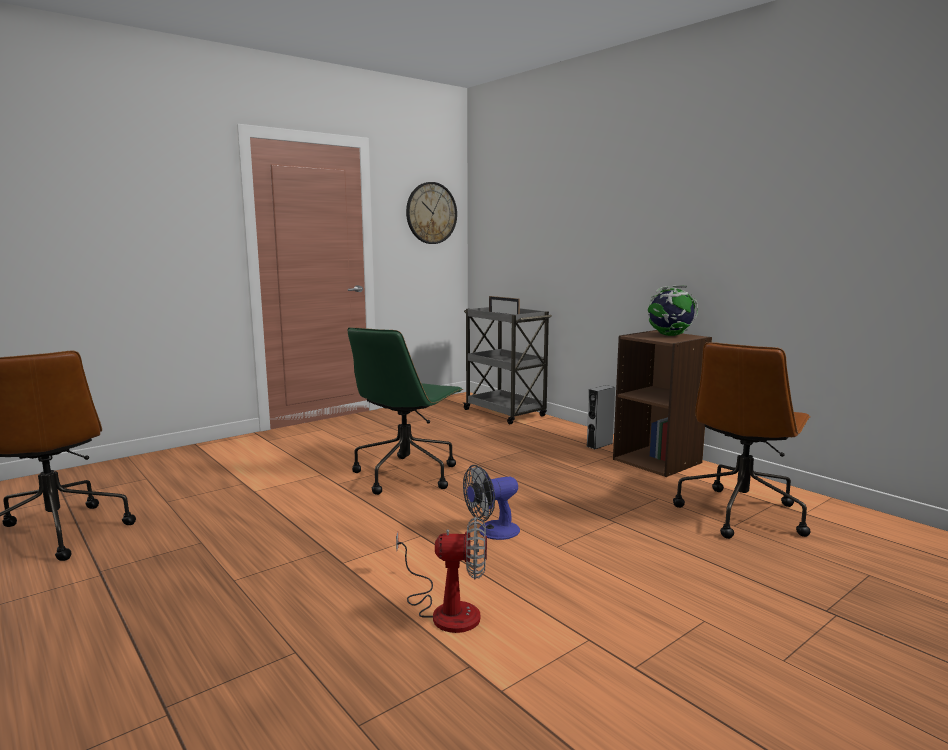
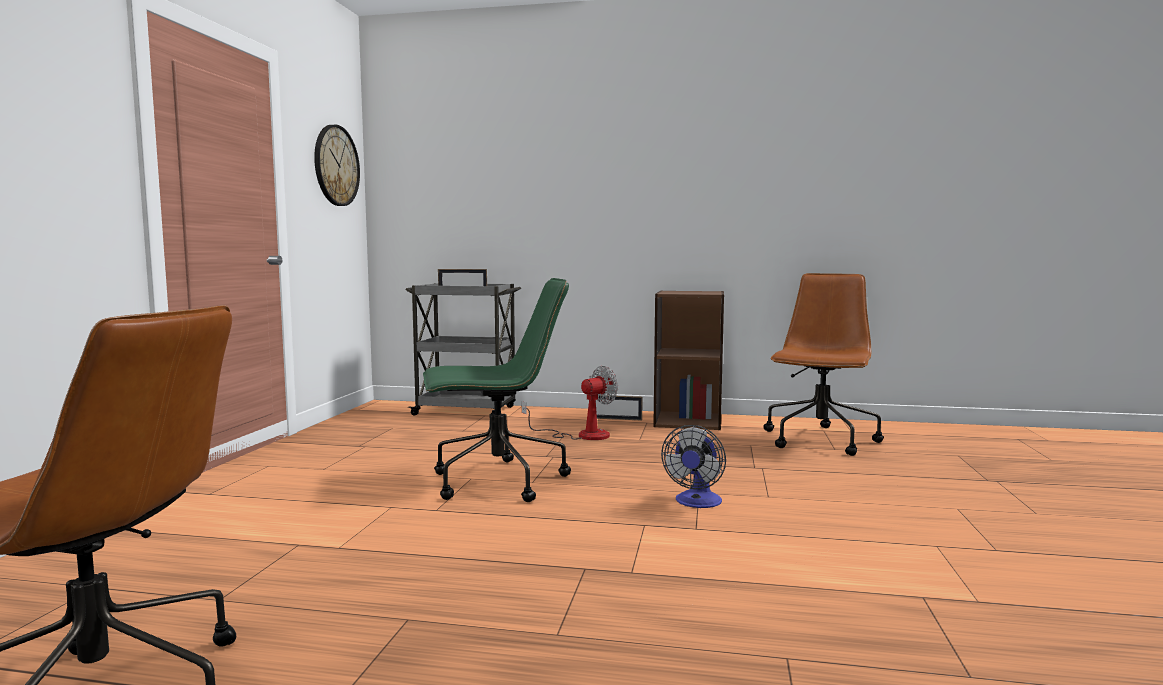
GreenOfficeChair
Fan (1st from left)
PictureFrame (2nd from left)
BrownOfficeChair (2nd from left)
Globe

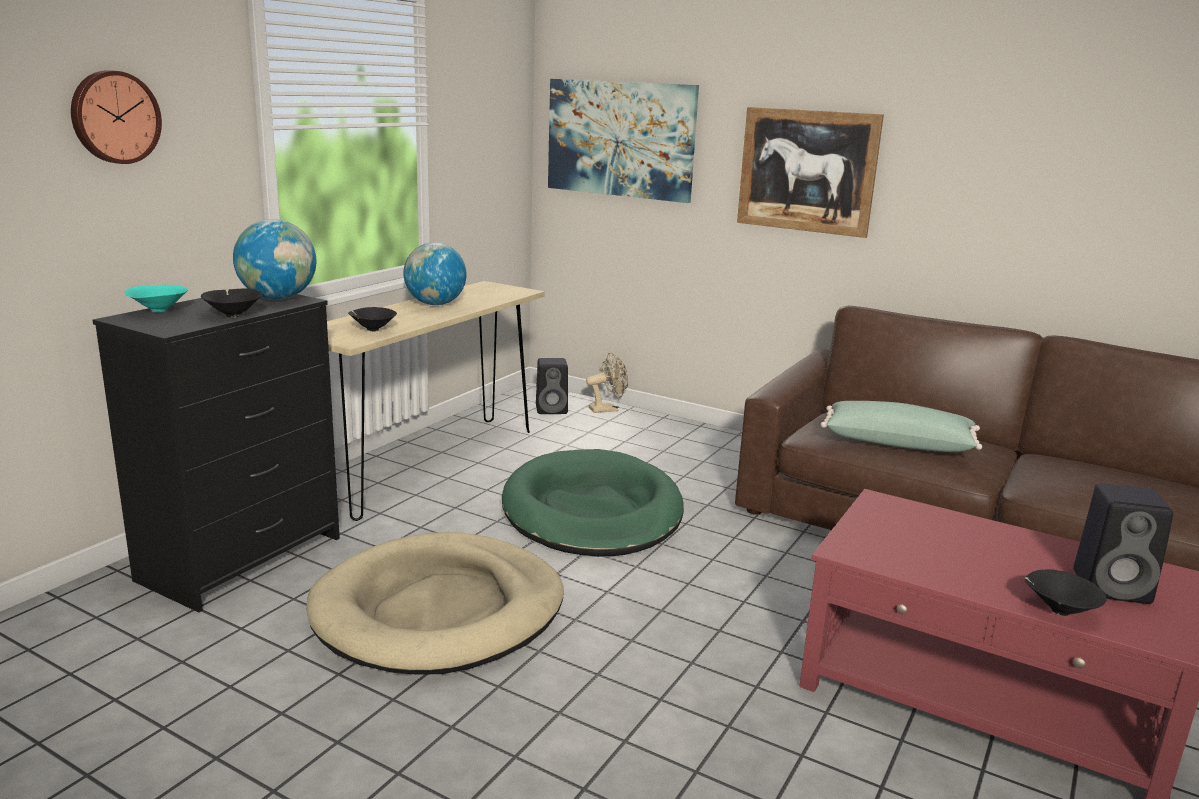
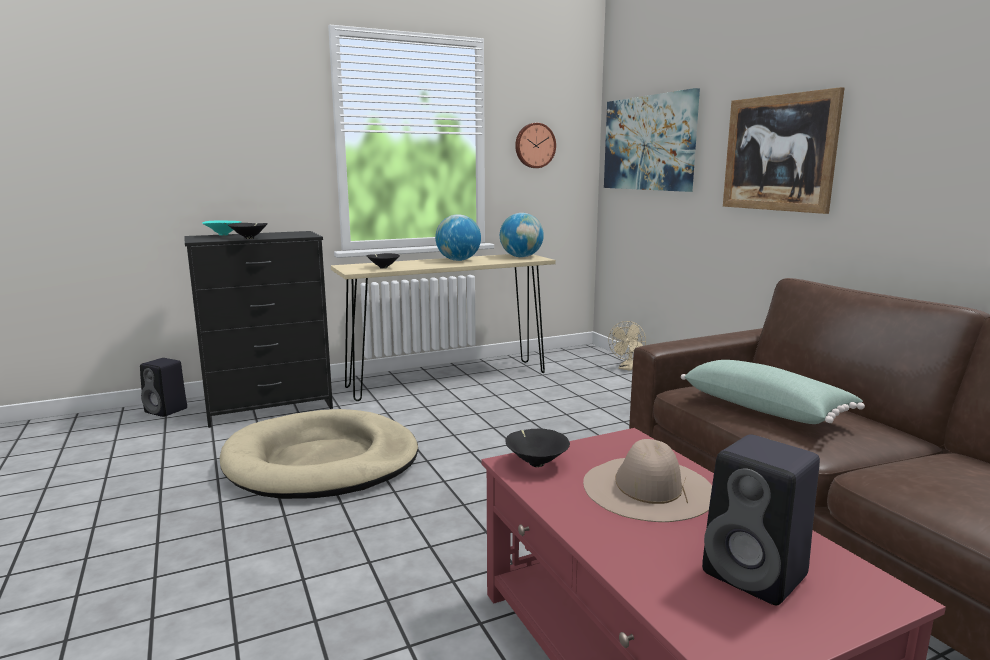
BlackSpeaker (1st from left)
Globe (2nd from left)
BlackBowl (3rd from left)
WallClock
BeigeHat
BeigeFan
GreenDogBed

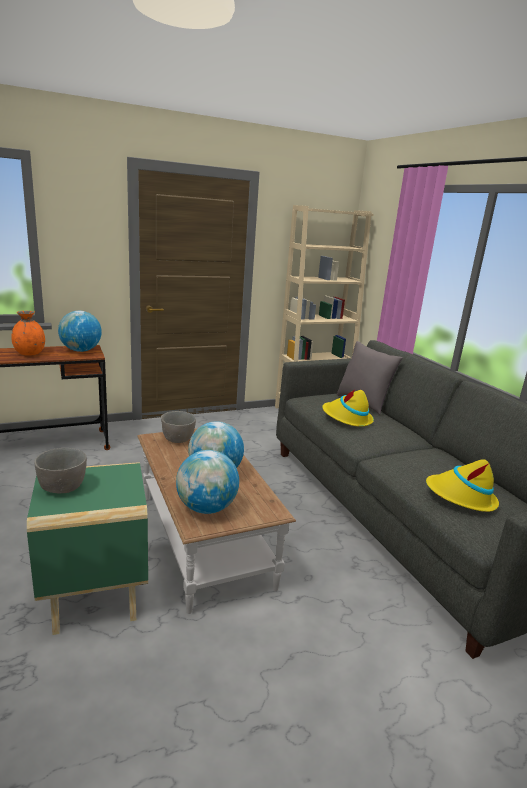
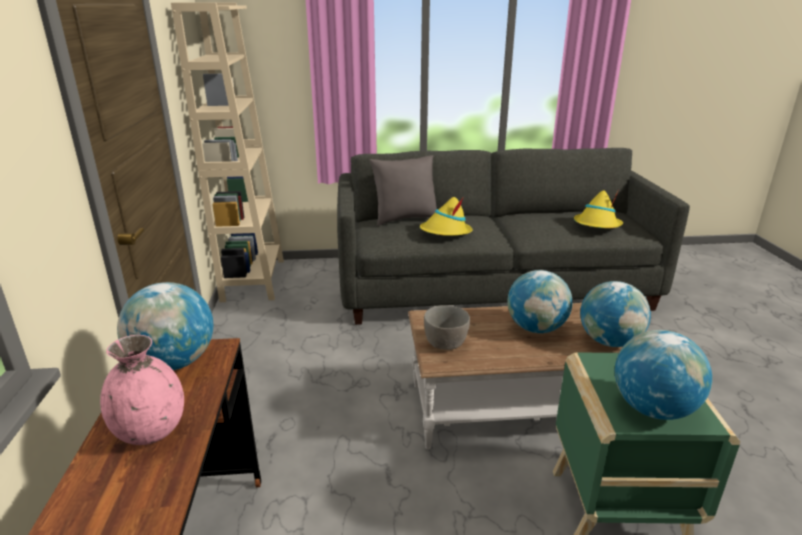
PinkVase
Globe (4th from left)

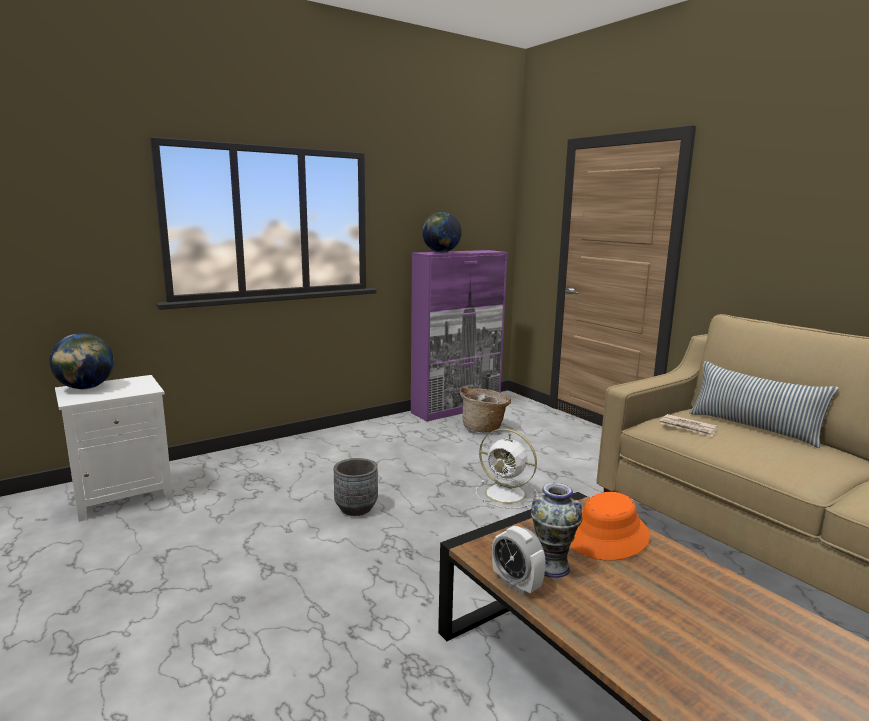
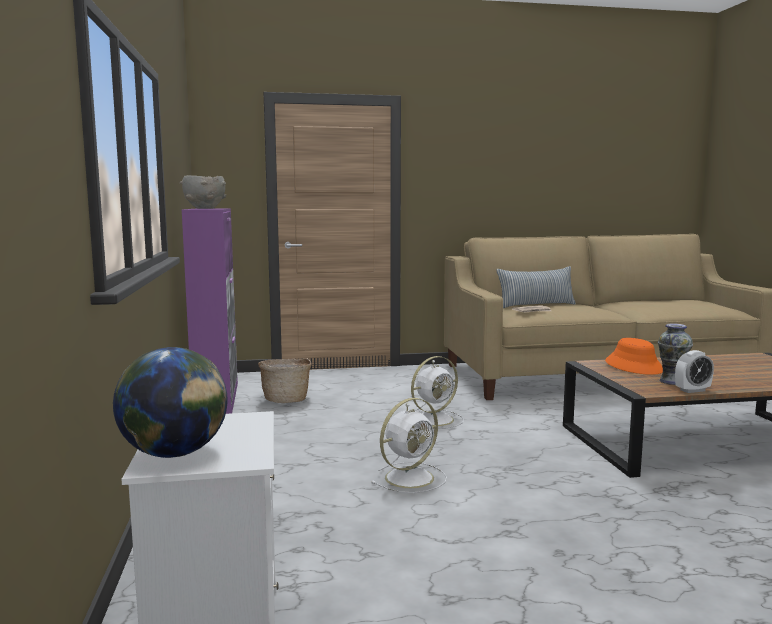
GreyBowl
WhiteFan (1st from left)

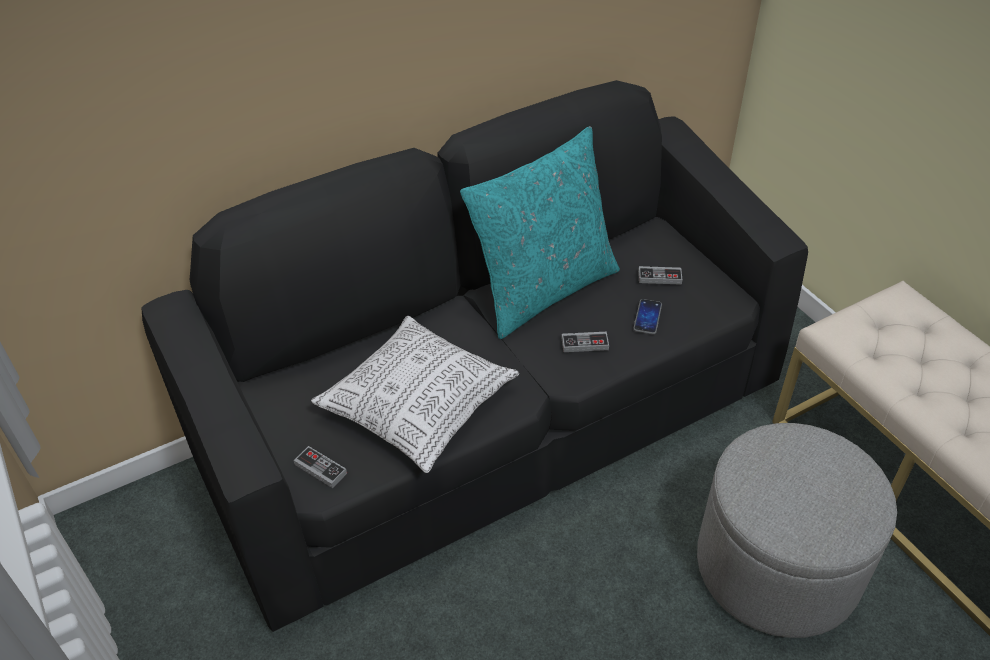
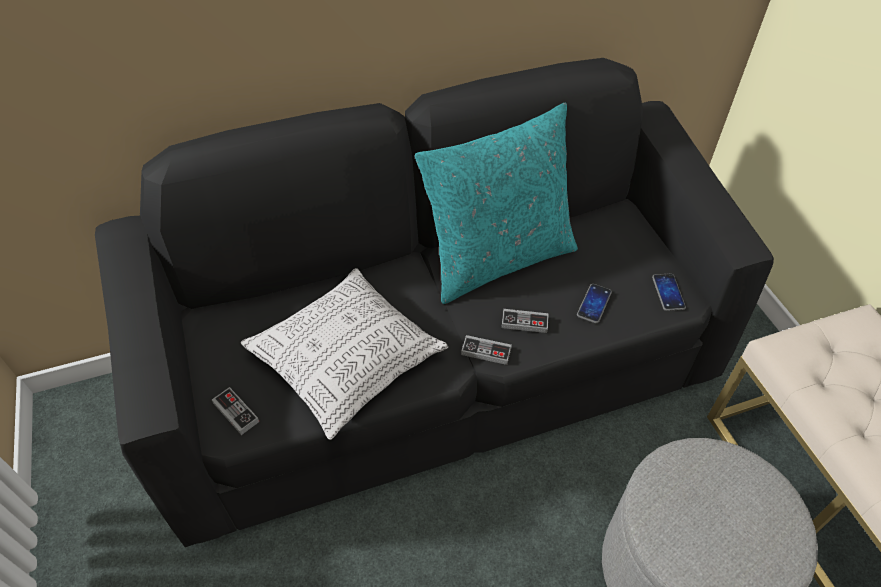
GameController (2nd from left)
Phone (2nd from left)

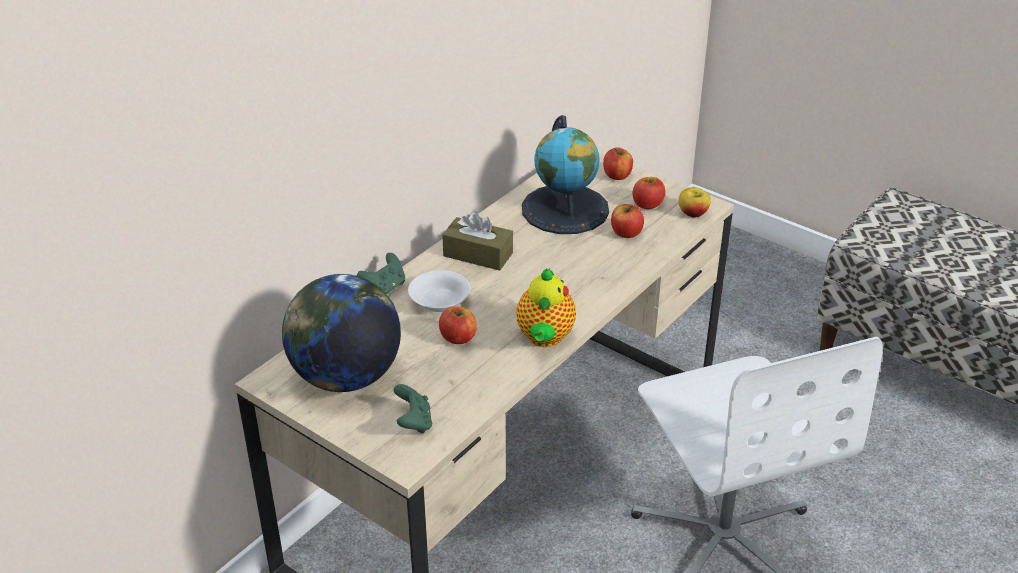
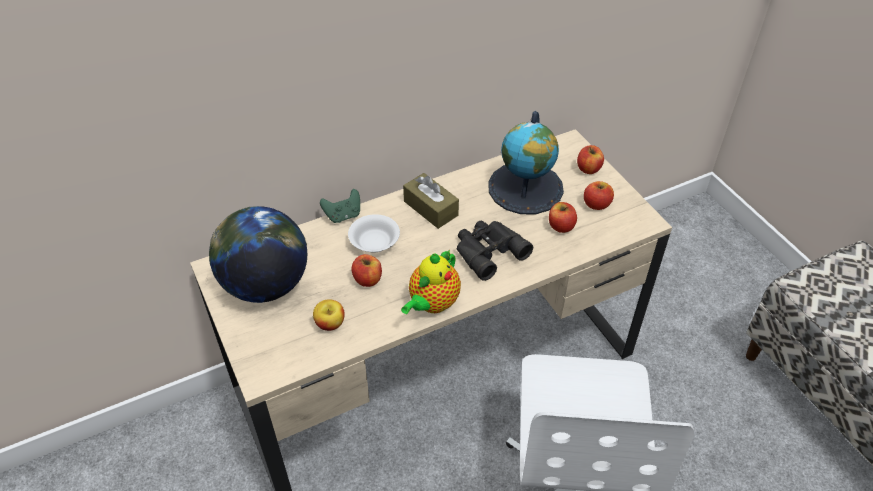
Apple (1st from left)
BlackBinoculars
GreenGameController (2nd from left in the first image)

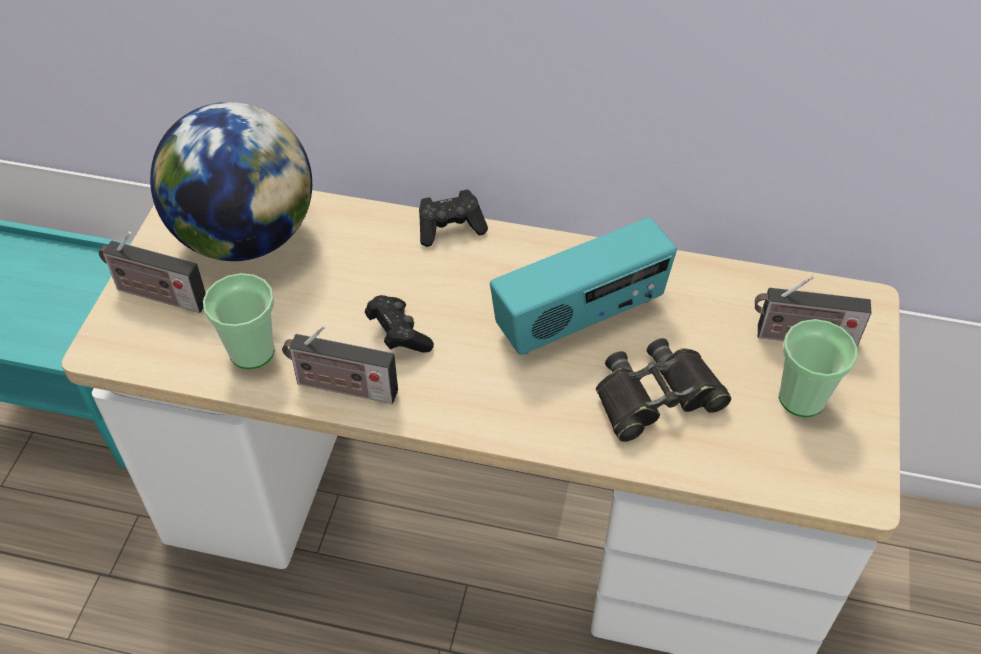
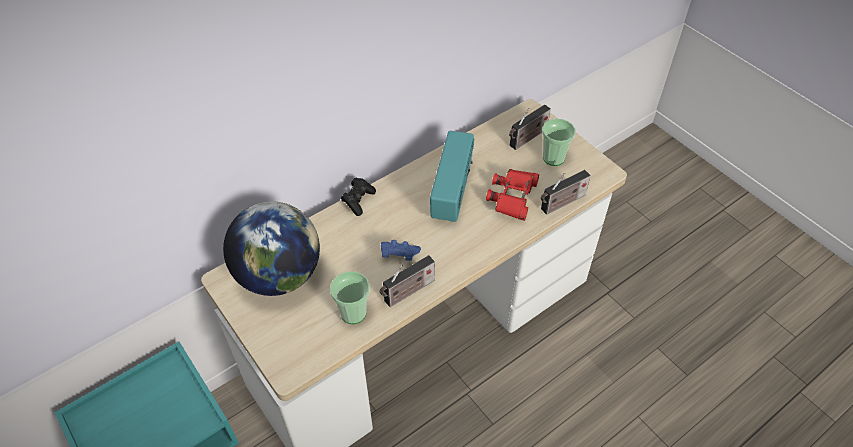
BlueGameController
RedBinoculars
Radio (4th from left)

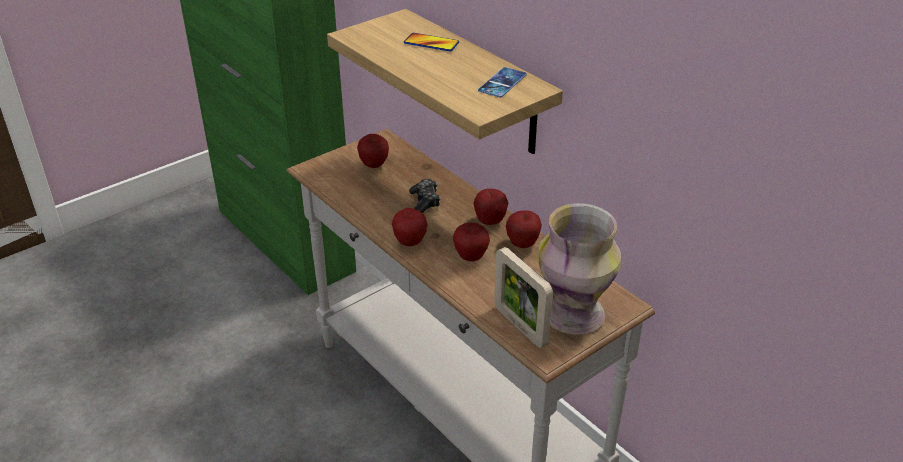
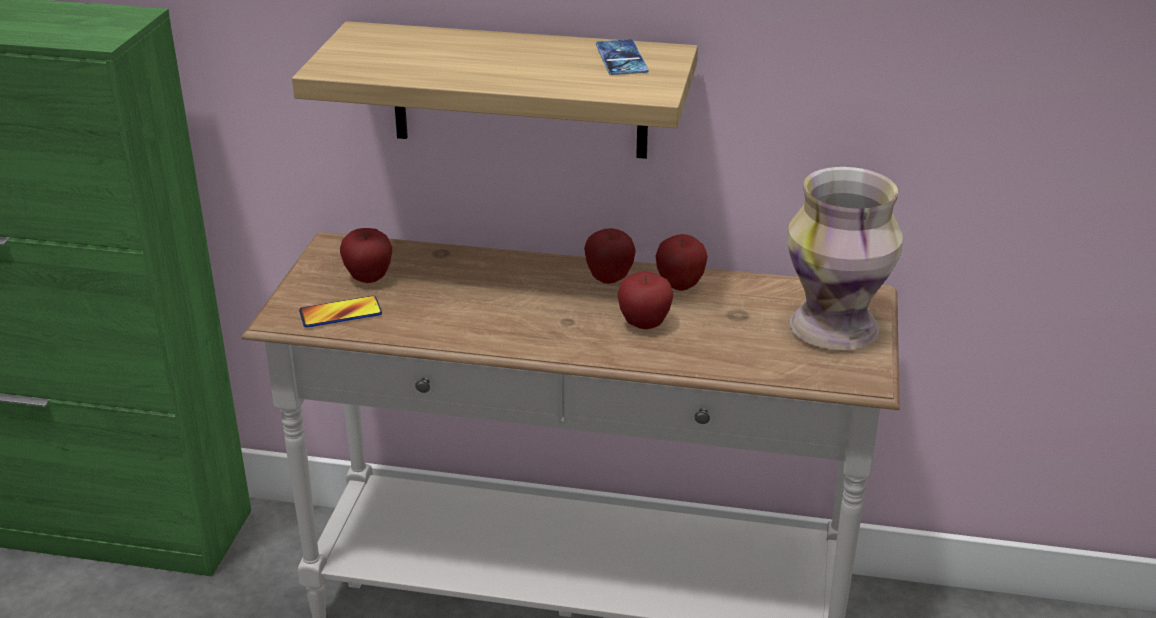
Phone (1st from left)
Apple (2nd from left in the first image)
GameController
PictureFrame

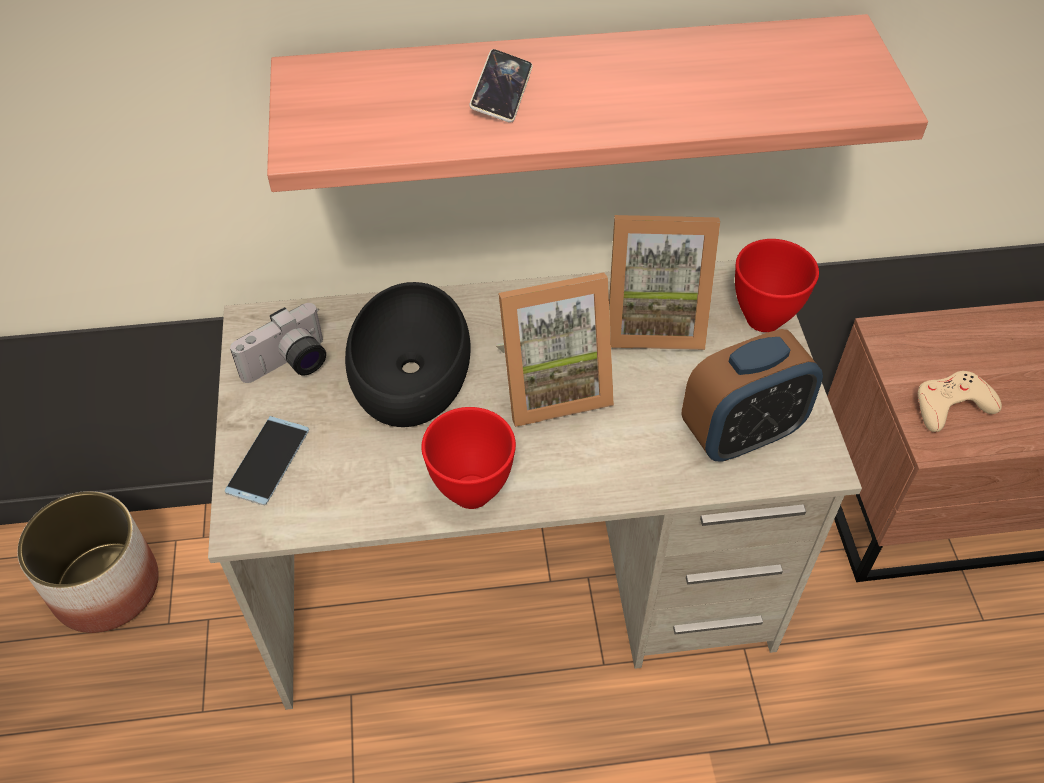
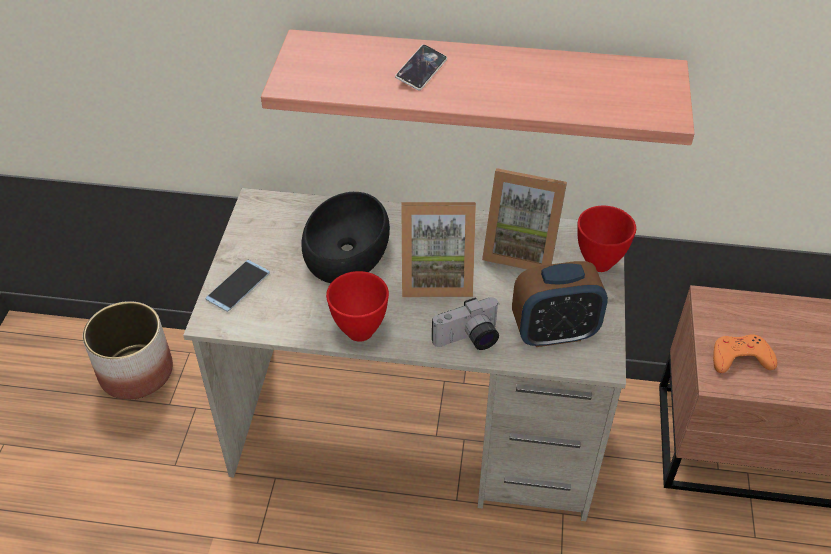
PhotoCamera
OrangeGameController

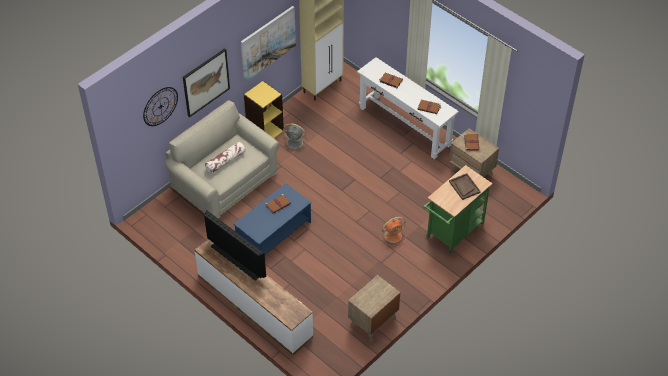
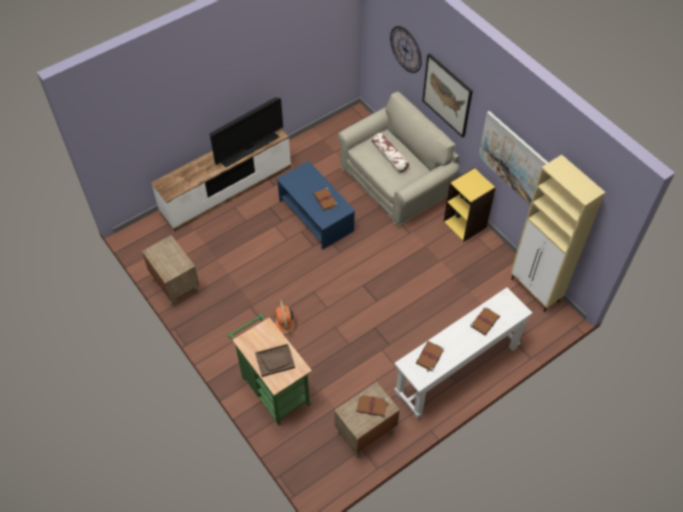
GreyFan

